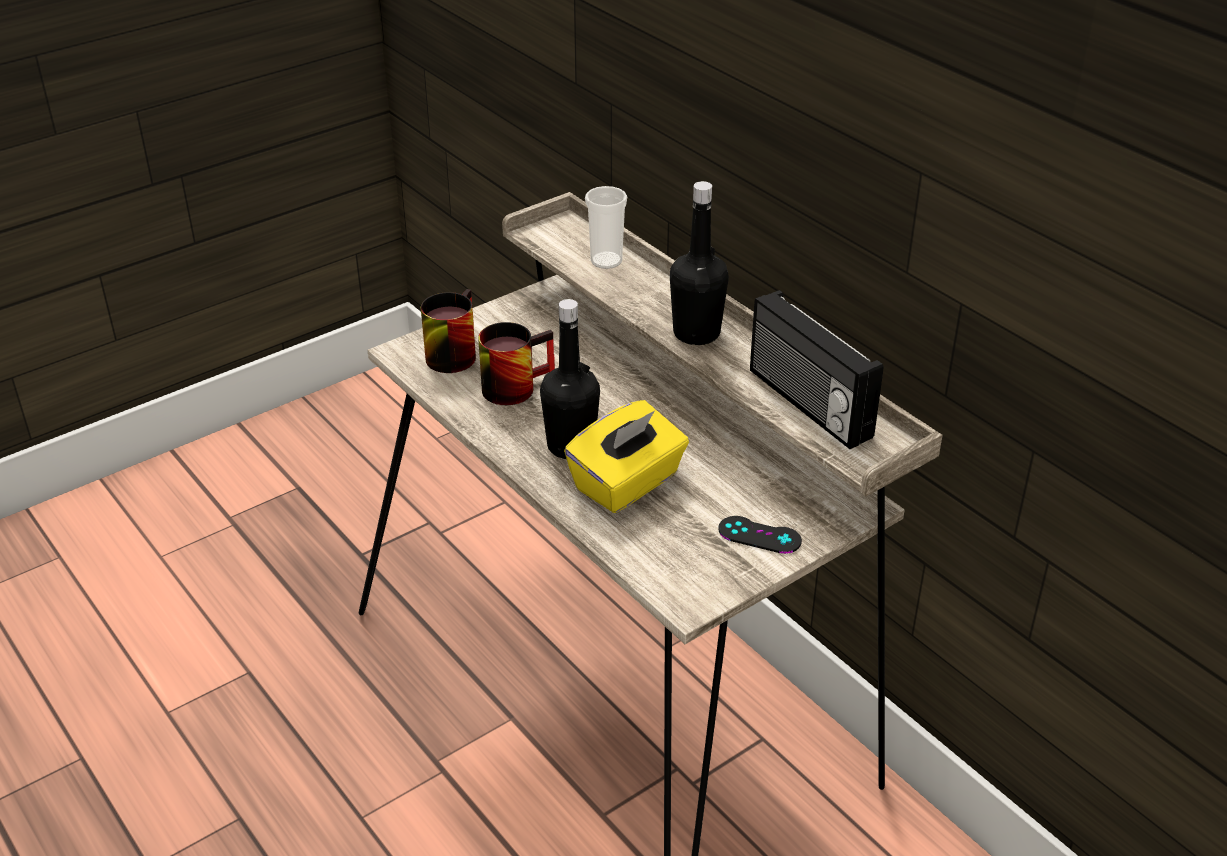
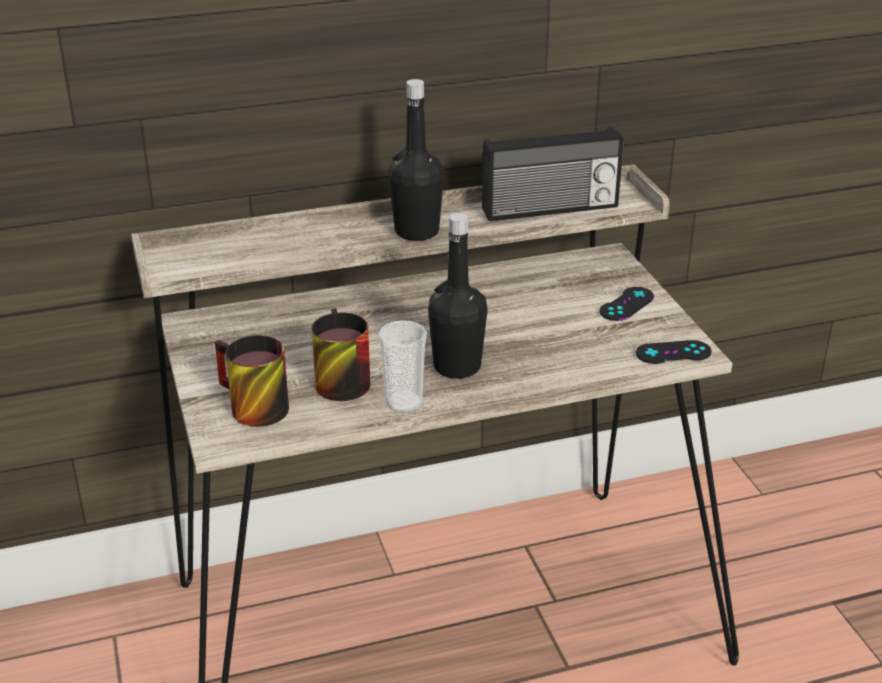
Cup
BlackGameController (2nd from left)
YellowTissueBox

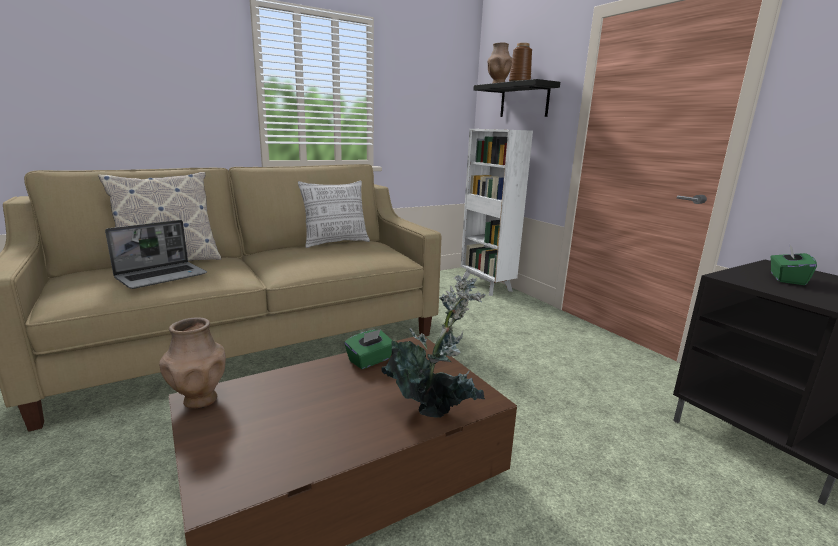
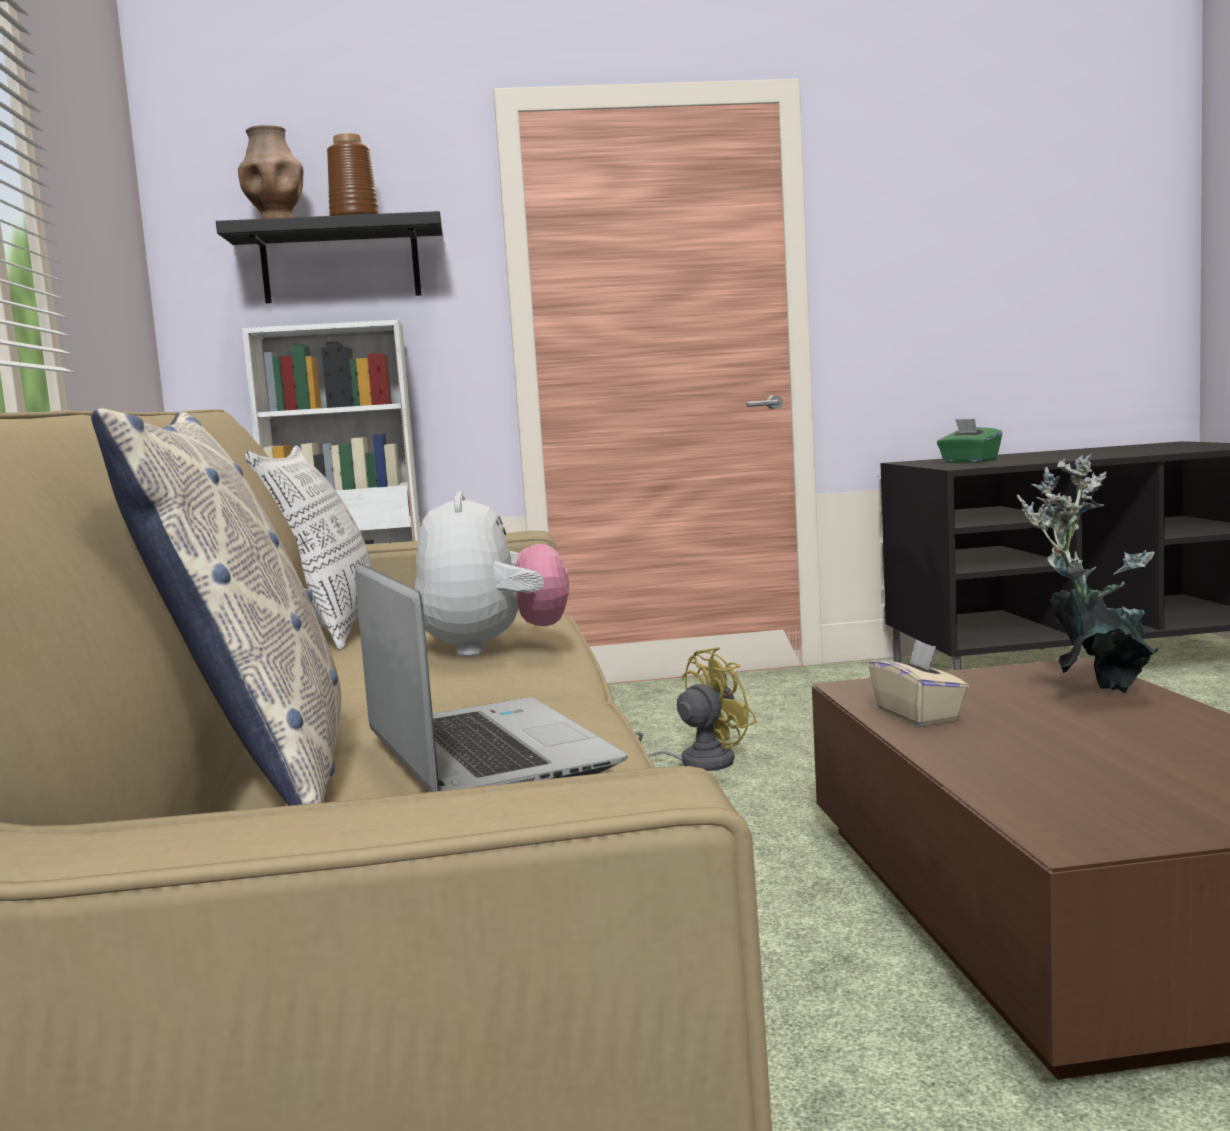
PlushToy
YellowFan
BeigeTissueBox
BrownVase (1st from left in the first image)

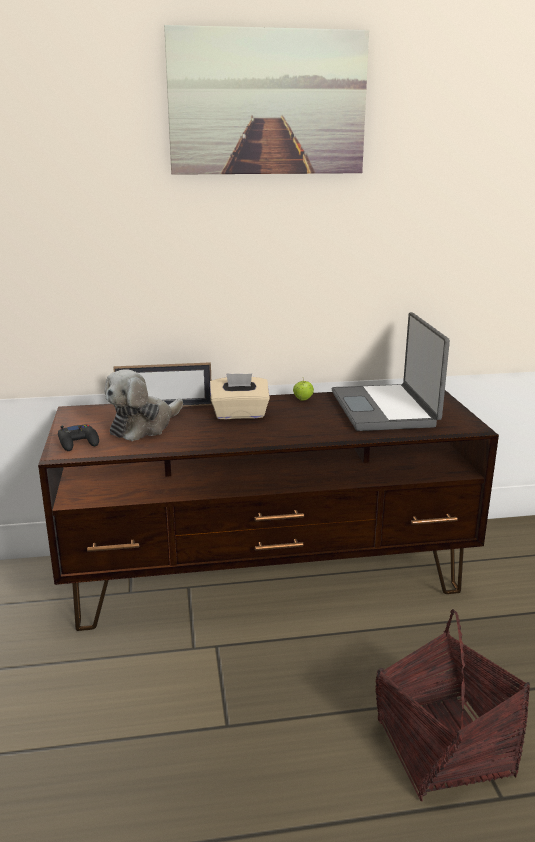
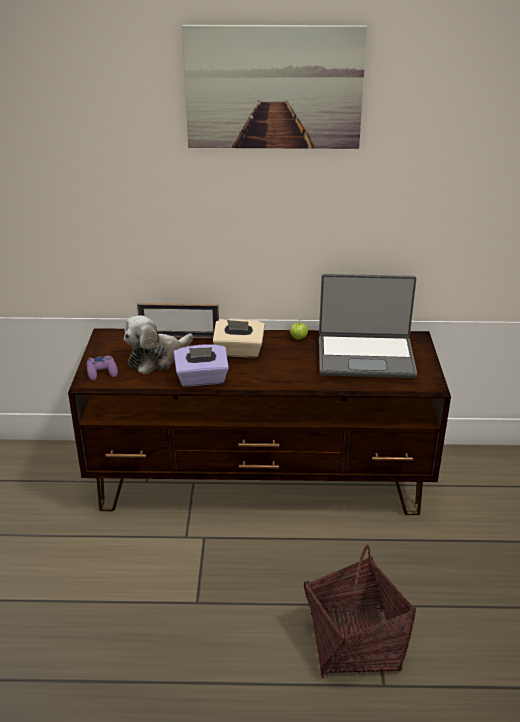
PurpleGameController
PurpleTissueBox
Laptop

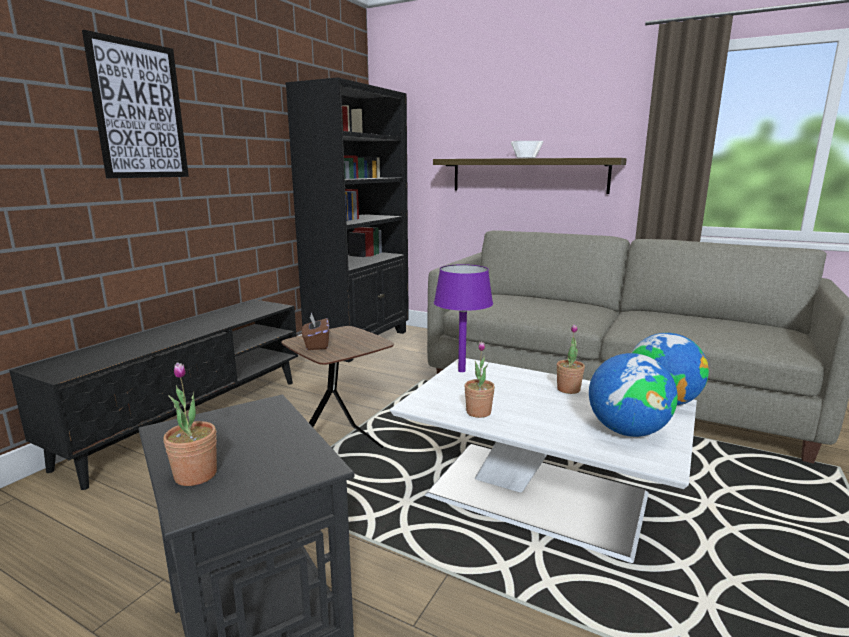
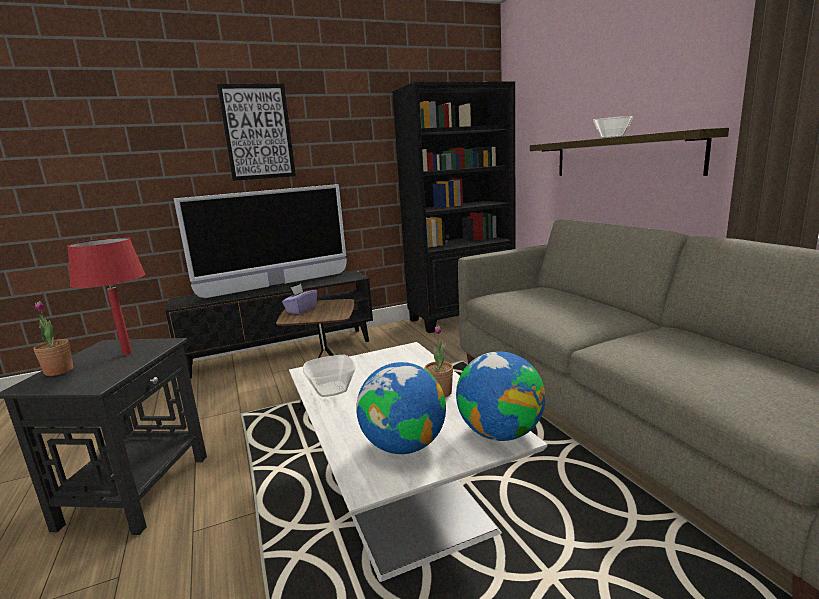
RedTableLamp
Television
PurpleTissueBox
Bowl (1st from left)
PurpleTableLamp

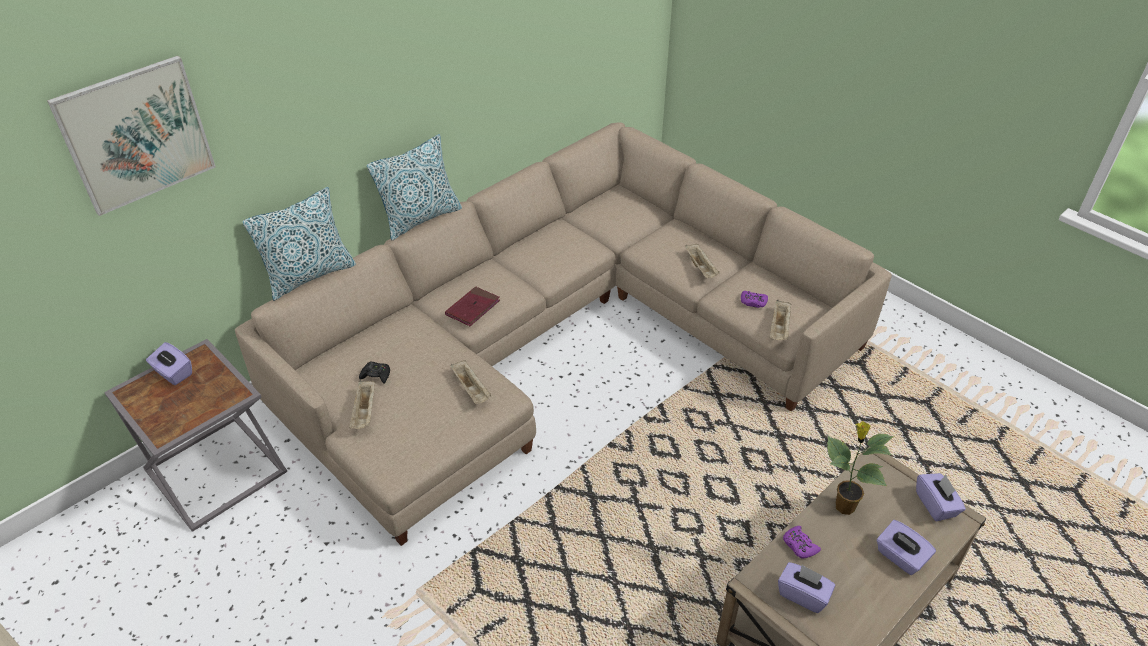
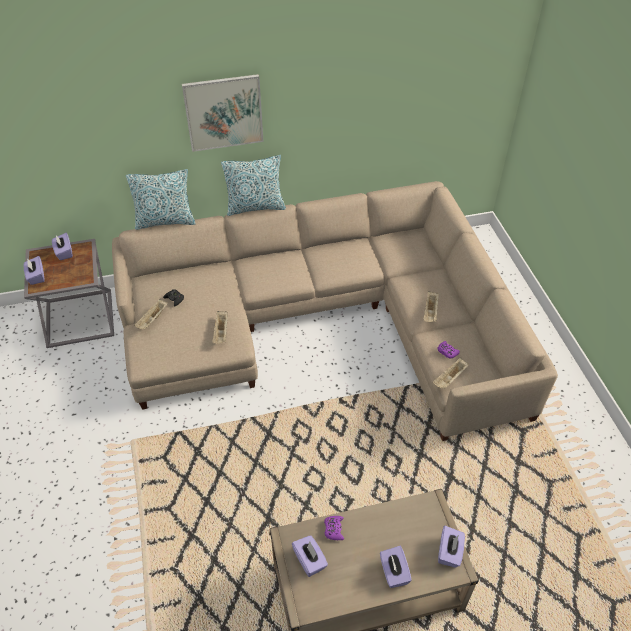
PurpleTissueBox (1st from left)
Picture
RedBook
PottedPlant

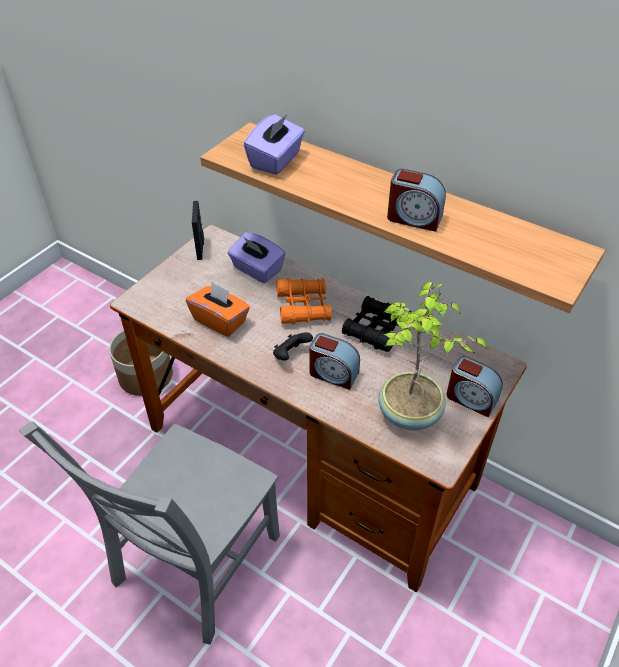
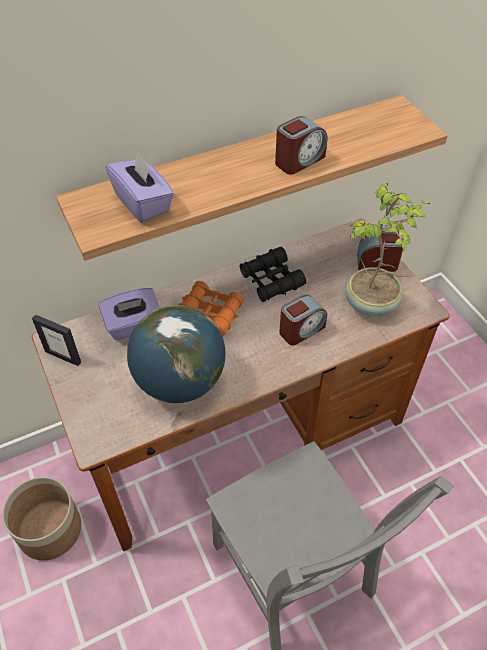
Globe
AlarmClock (3rd from left)
BlackGameController

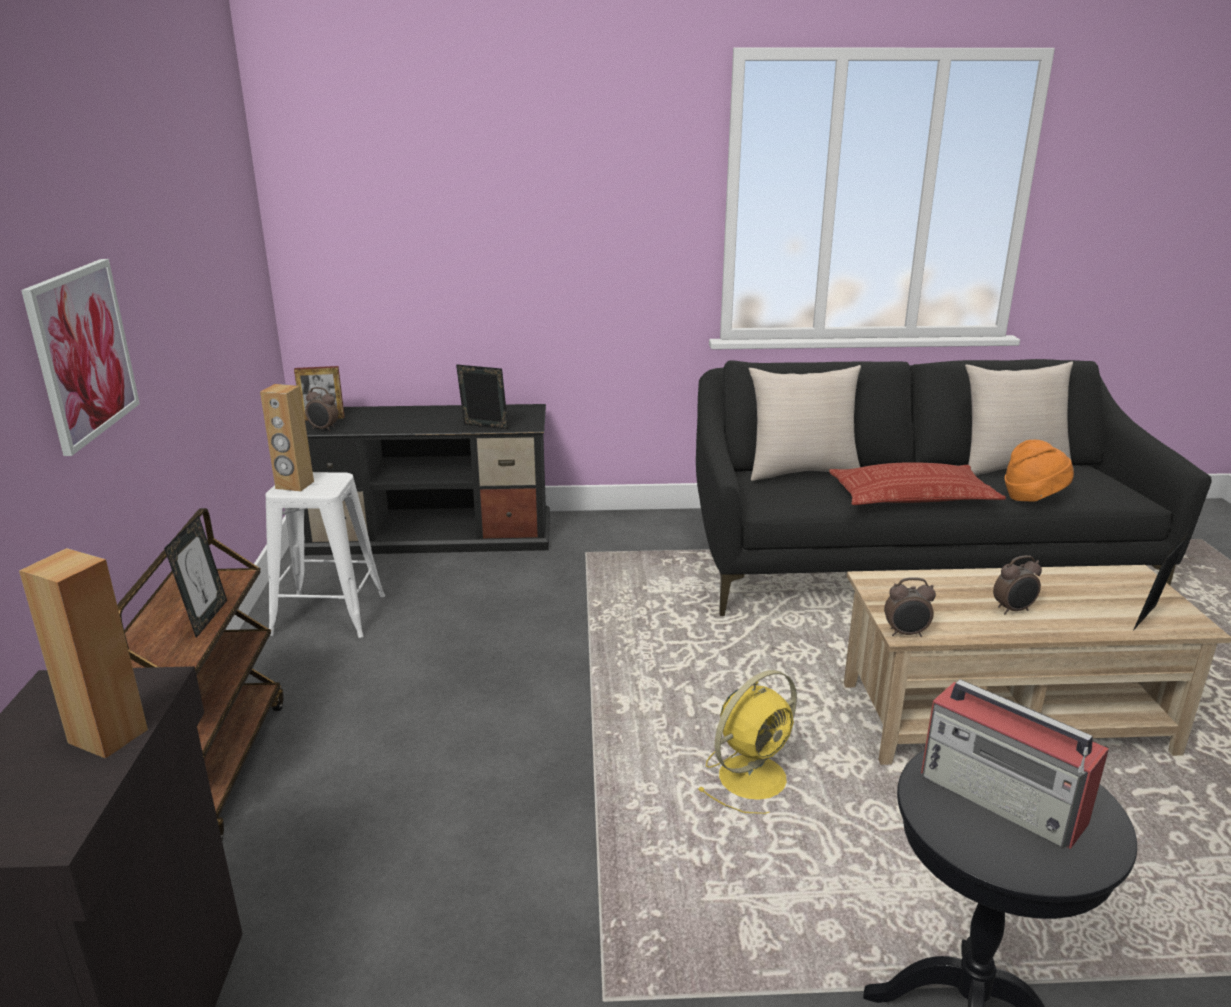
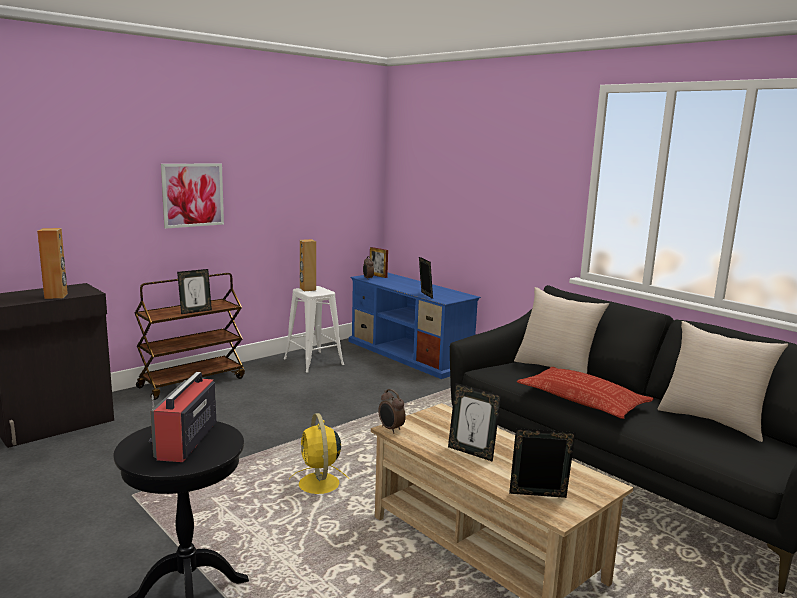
YellowFan
BlueTvStand
PictureFrame (4th from left)
OrangeHat

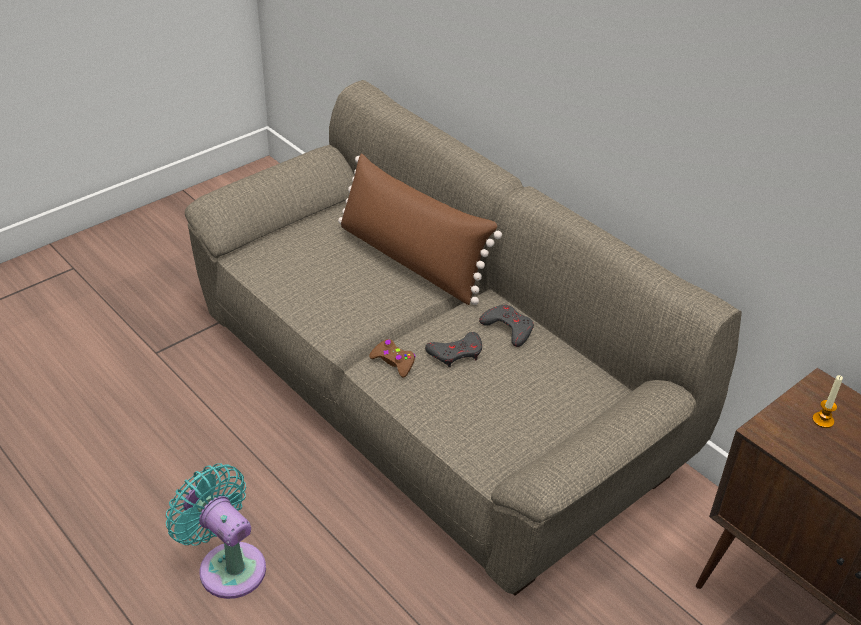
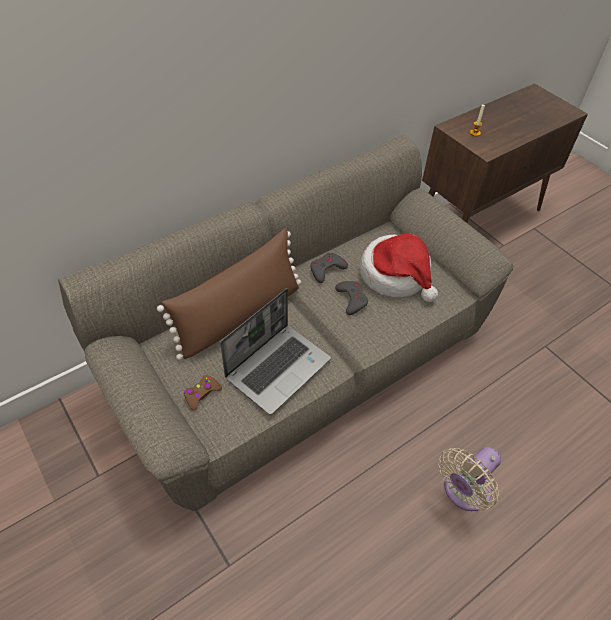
BrownGameController
Laptop
Hat
BeigeFan

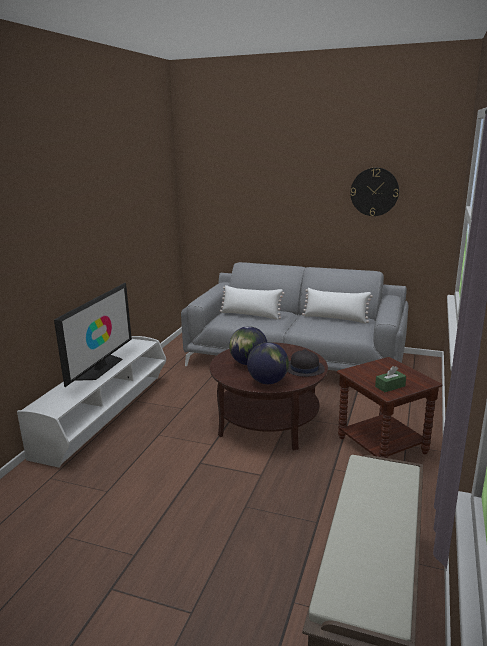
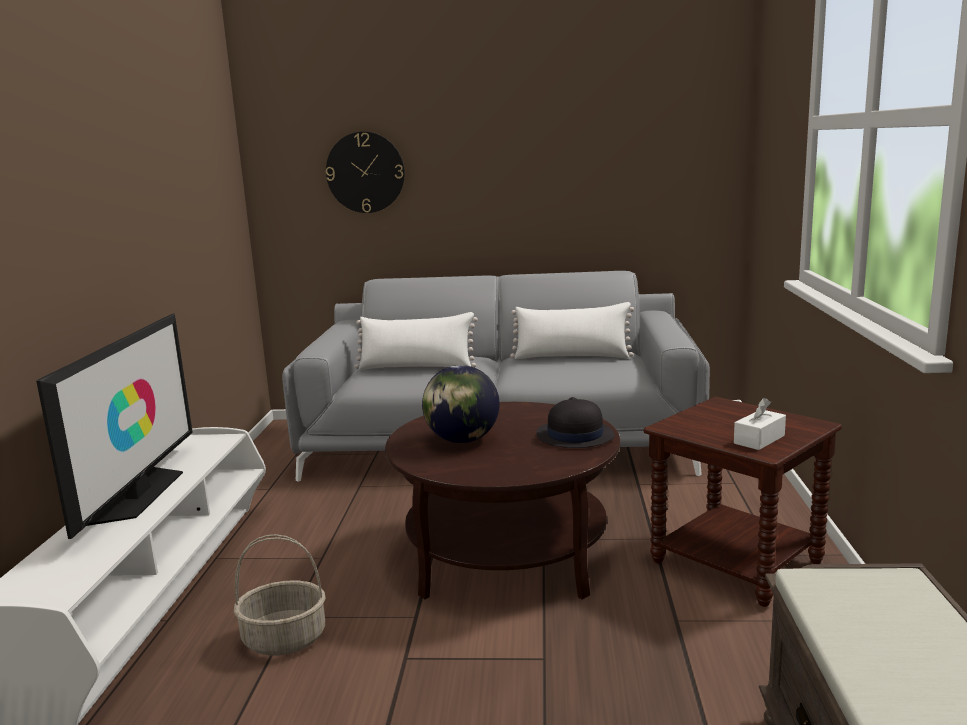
Basket
WallClock
WhiteTissueBox
Globe (2nd from left in the first image)

